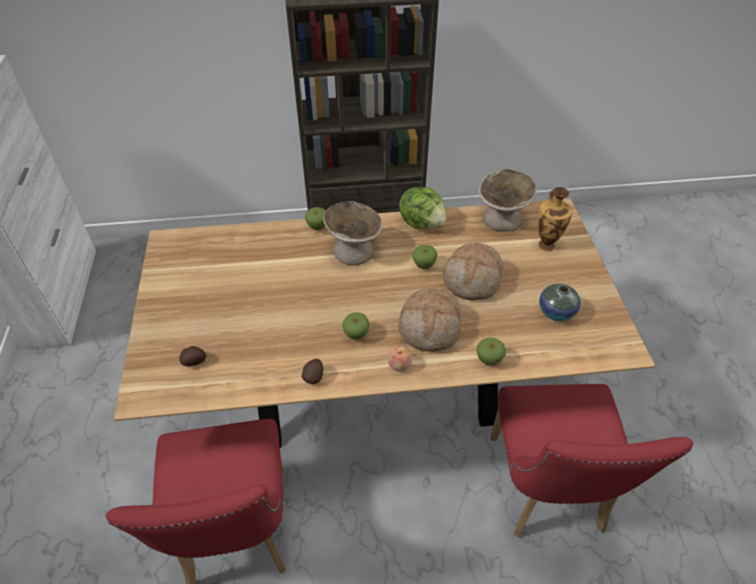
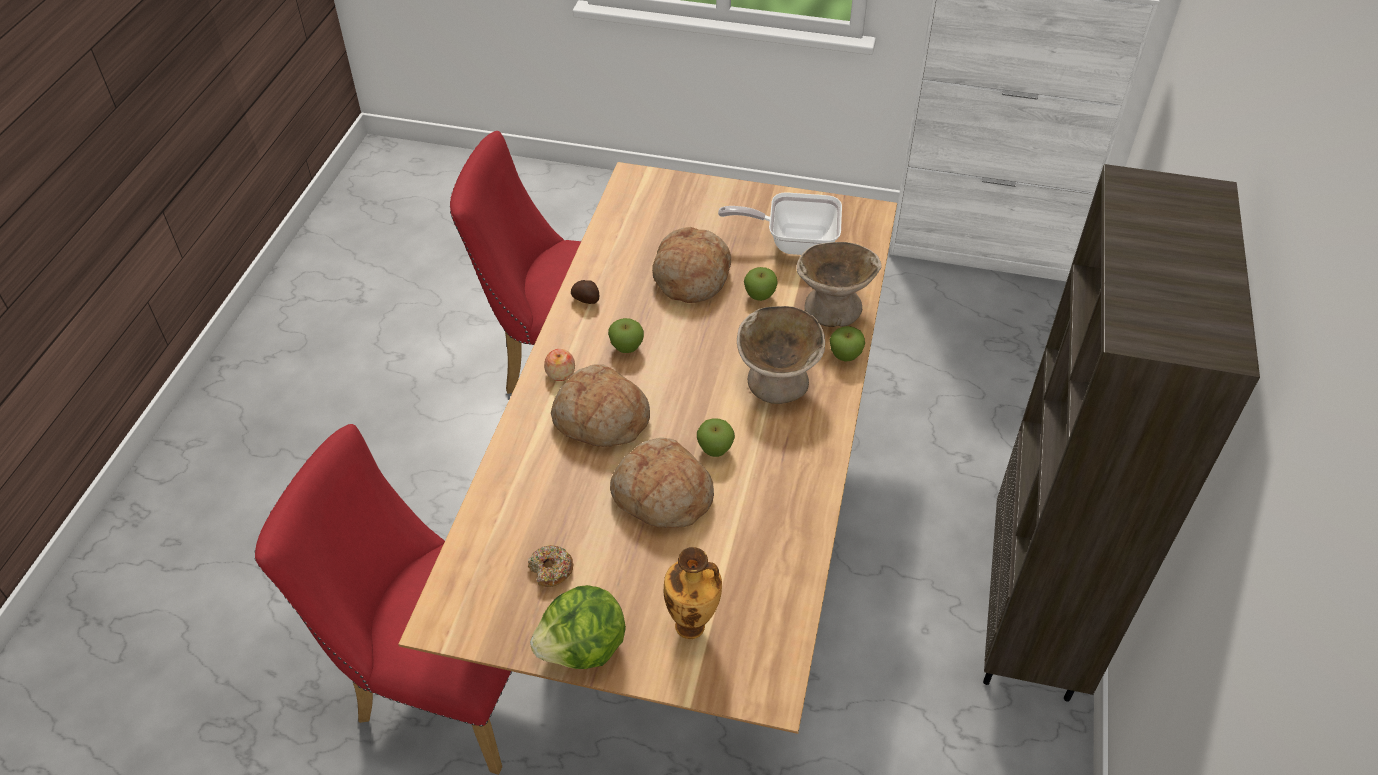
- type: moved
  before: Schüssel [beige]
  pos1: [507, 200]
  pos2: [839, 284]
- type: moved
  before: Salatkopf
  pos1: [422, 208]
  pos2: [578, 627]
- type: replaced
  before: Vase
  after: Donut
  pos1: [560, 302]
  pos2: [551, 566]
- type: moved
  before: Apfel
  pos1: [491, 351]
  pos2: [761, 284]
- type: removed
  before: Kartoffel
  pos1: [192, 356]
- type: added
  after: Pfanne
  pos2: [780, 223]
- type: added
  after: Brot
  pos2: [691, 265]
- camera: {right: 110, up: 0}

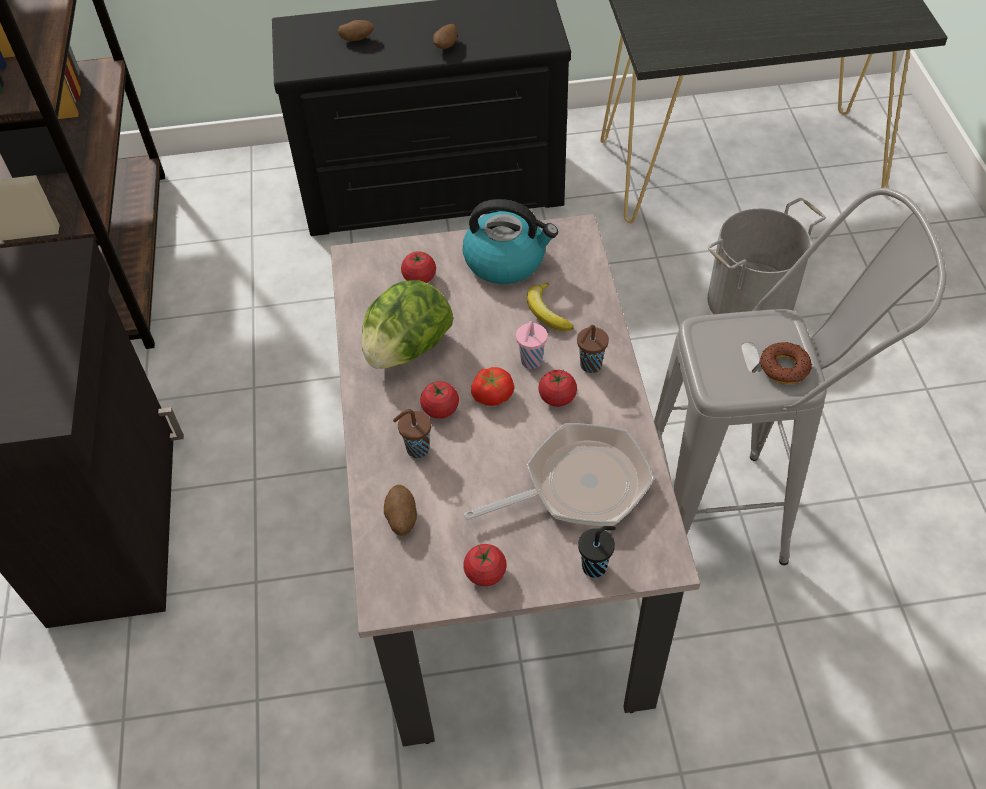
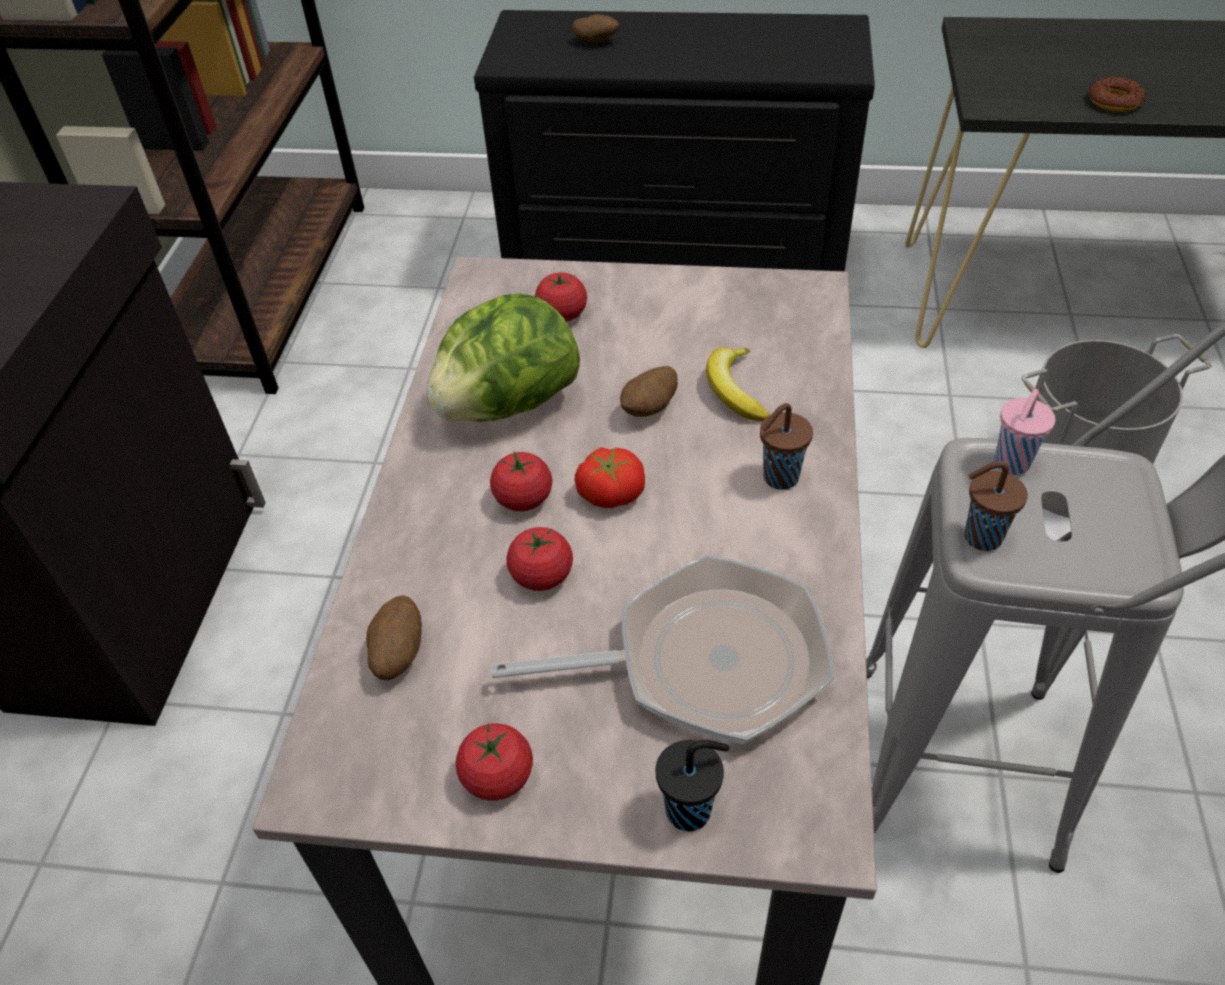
- type: moved
  before: Kartoffel
  pos1: [445, 36]
  pos2: [649, 391]
- type: removed
  before: Wasserkessel
  pos1: [510, 241]
- type: moved
  before: Tasse [rosa]
  pos1: [531, 345]
  pos2: [1024, 432]
- type: moved
  before: Donut
  pos1: [786, 363]
  pos2: [1117, 94]
- type: moved
  before: Tomate
  pos1: [558, 388]
  pos2: [540, 559]
- type: moved
  before: Tasse [braun]
  pos1: [412, 434]
  pos2: [996, 506]
- camera: {right: 15, up: -5}

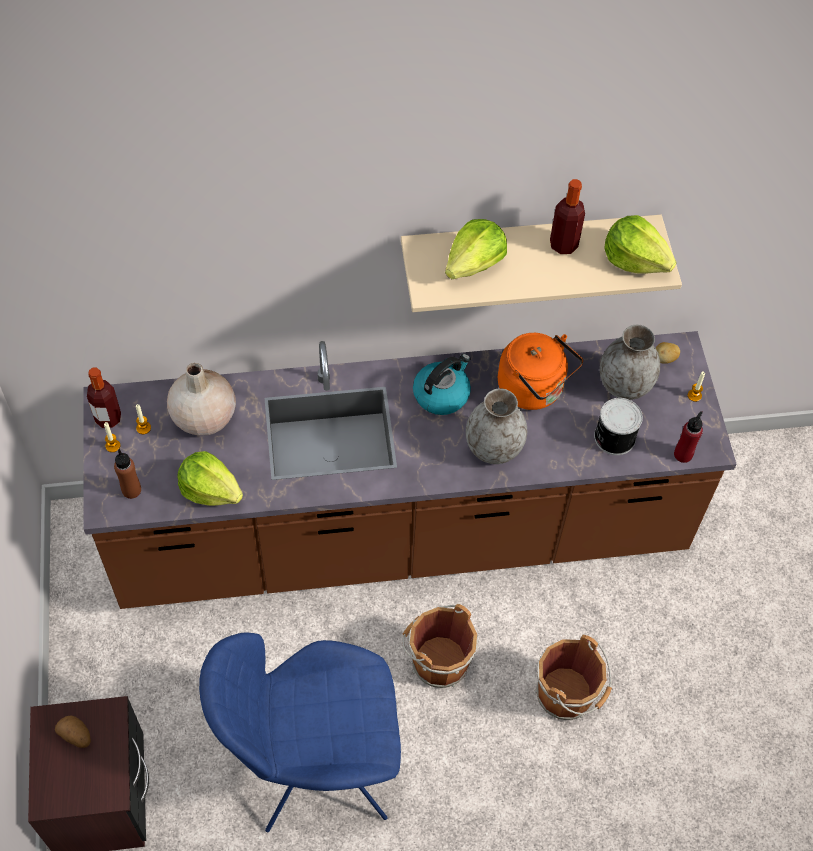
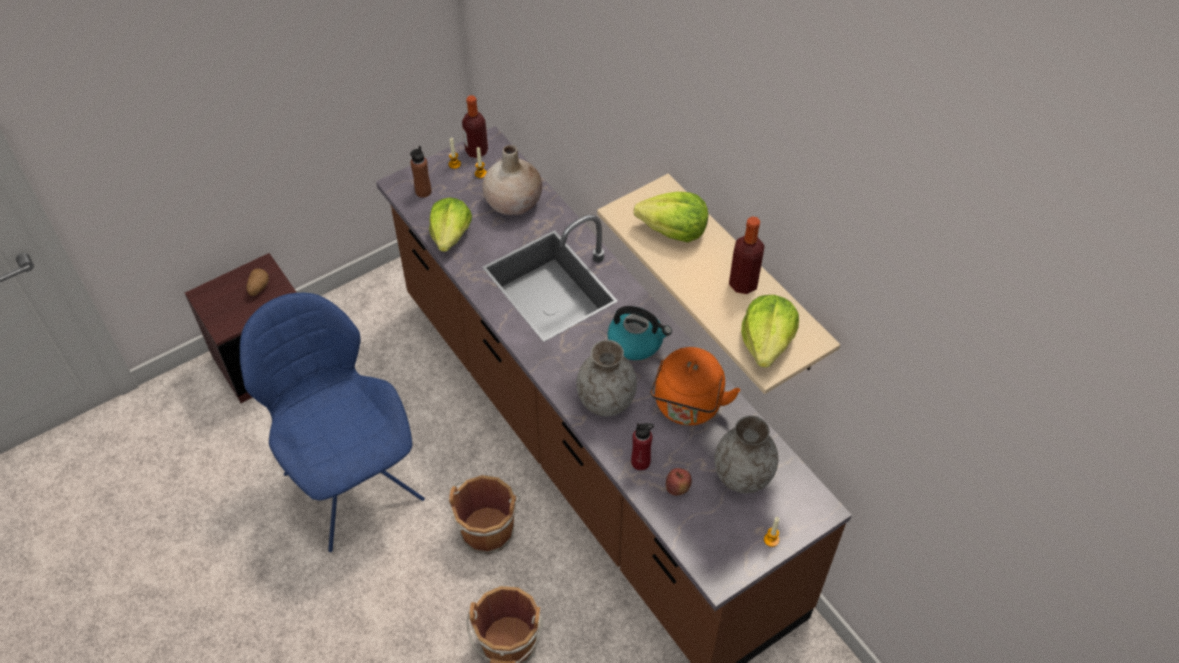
- type: removed
  before: Kartoffel
  pos1: [668, 353]
- type: replaced
  before: Dose
  after: Apfel
  pos1: [618, 426]
  pos2: [679, 482]
- type: moved
  before: Flasche [rot]
  pos1: [688, 437]
  pos2: [642, 447]
- camera: {right: 65, up: -5}

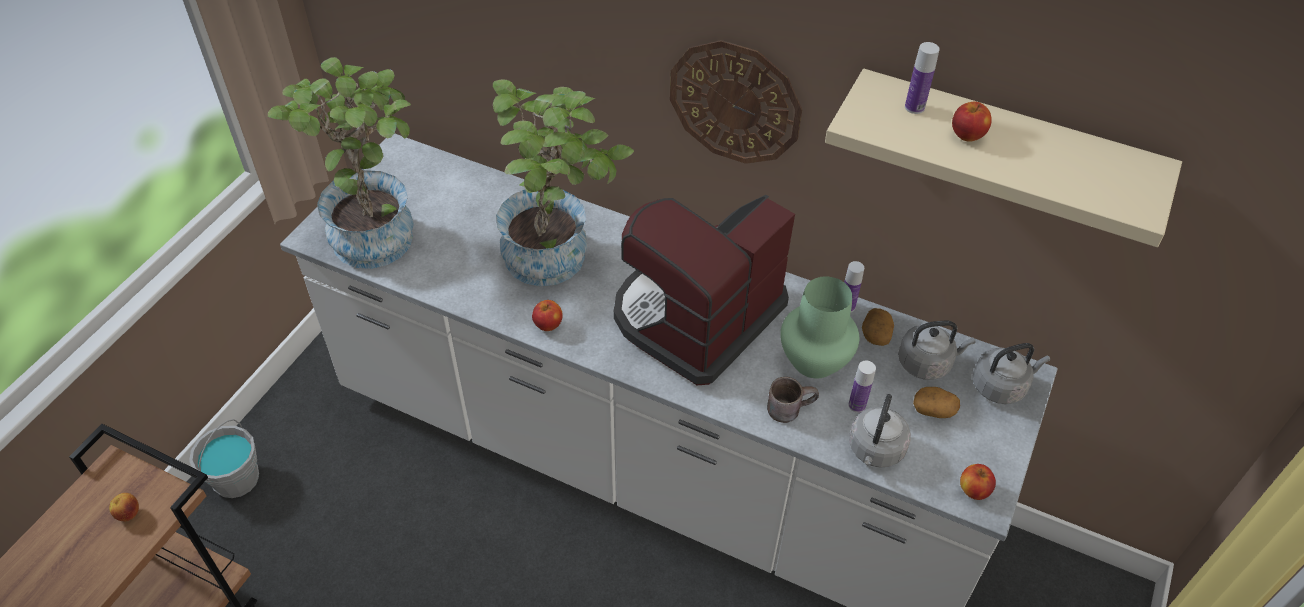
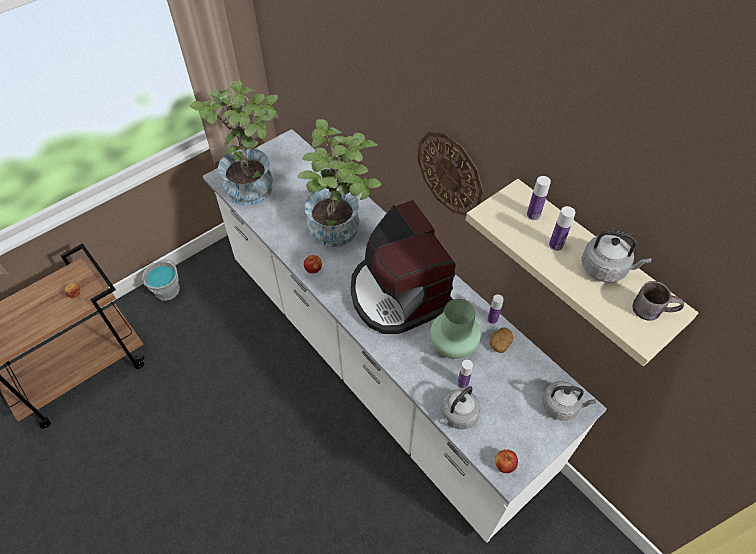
- type: replaced
  before: Apfel
  after: Flasche
  pos1: [972, 122]
  pos2: [562, 228]
- type: turned
  before: Kaffeemaschine
  pos1: [704, 290]
  pos2: [403, 267]
  turn: -90
- type: moved
  before: Wasserkessel [grau]
  pos1: [937, 350]
  pos2: [617, 256]
- type: moved
  before: Henkelbecher [braun]
  pos1: [793, 400]
  pos2: [658, 300]
- type: removed
  before: Kartoffel
  pos1: [936, 402]
- camera: {right: 25, up: 5}

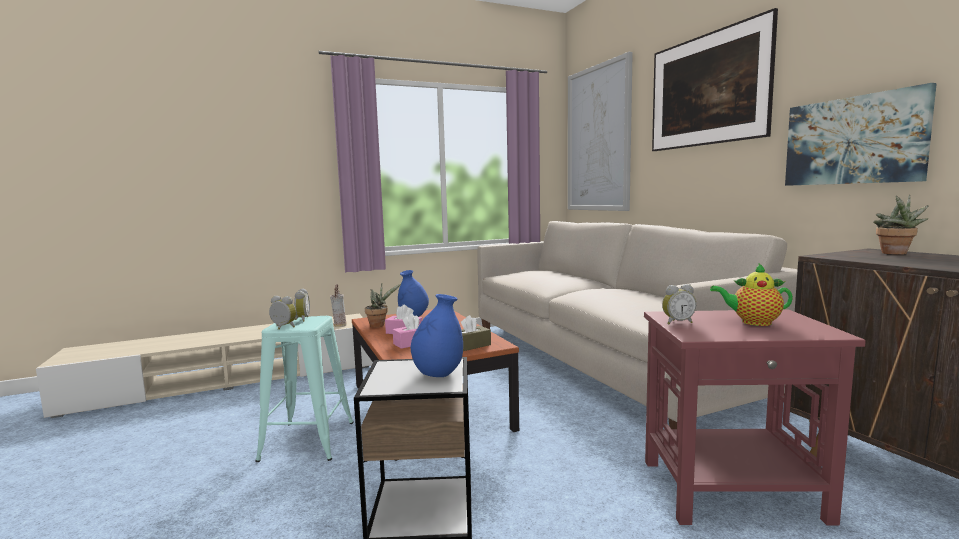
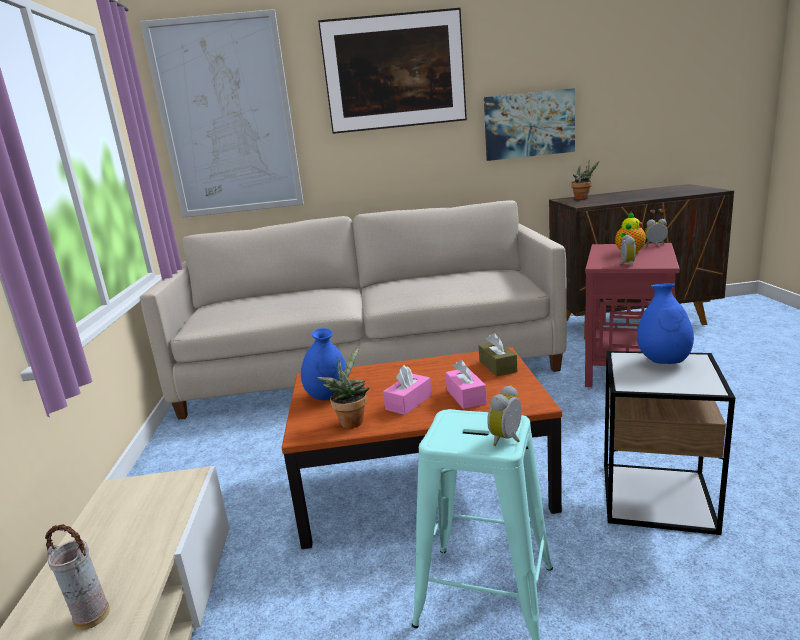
- type: moved
  before: Vase
  pos1: [338, 305]
  pos2: [77, 577]
- type: moved
  before: Wecker
  pos1: [302, 305]
  pos2: [656, 232]
- camera: {right: -70, up: 10}

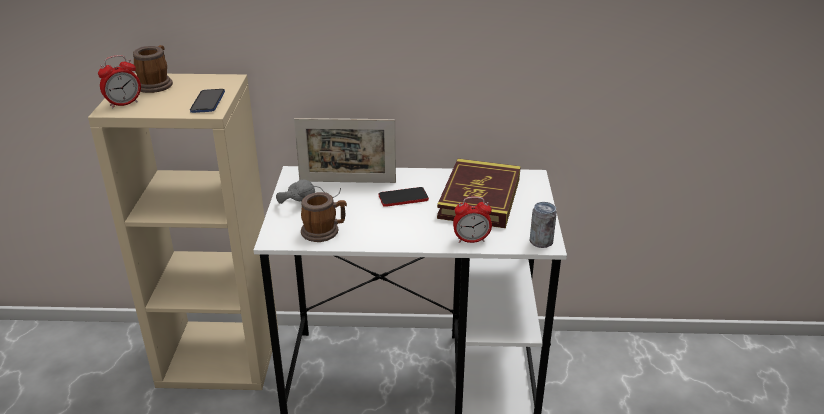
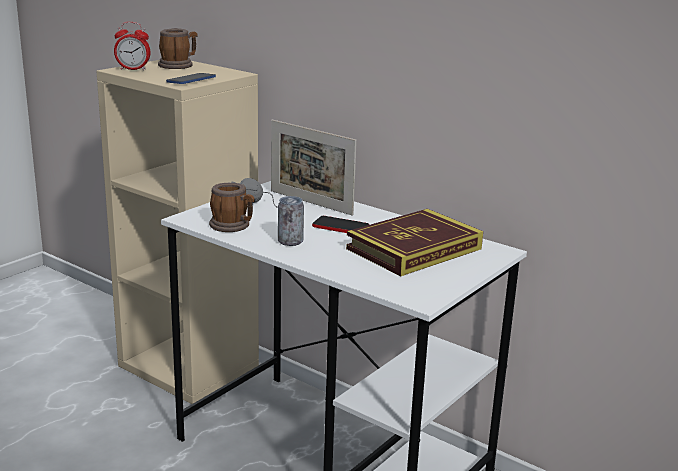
- type: removed
  before: Wecker
  pos1: [472, 219]
- type: moved
  before: Dose
  pos1: [543, 225]
  pos2: [291, 221]
- camera: {right: 35, up: -10}

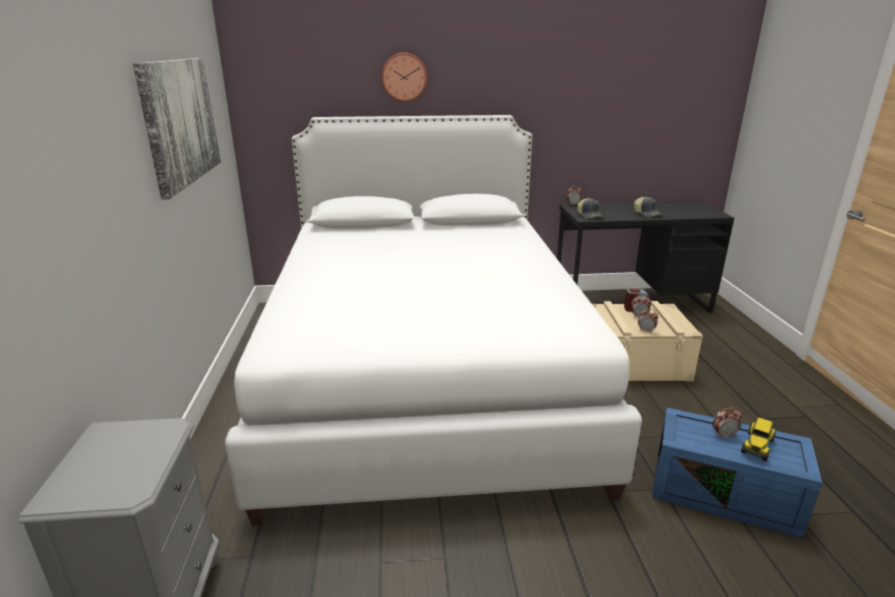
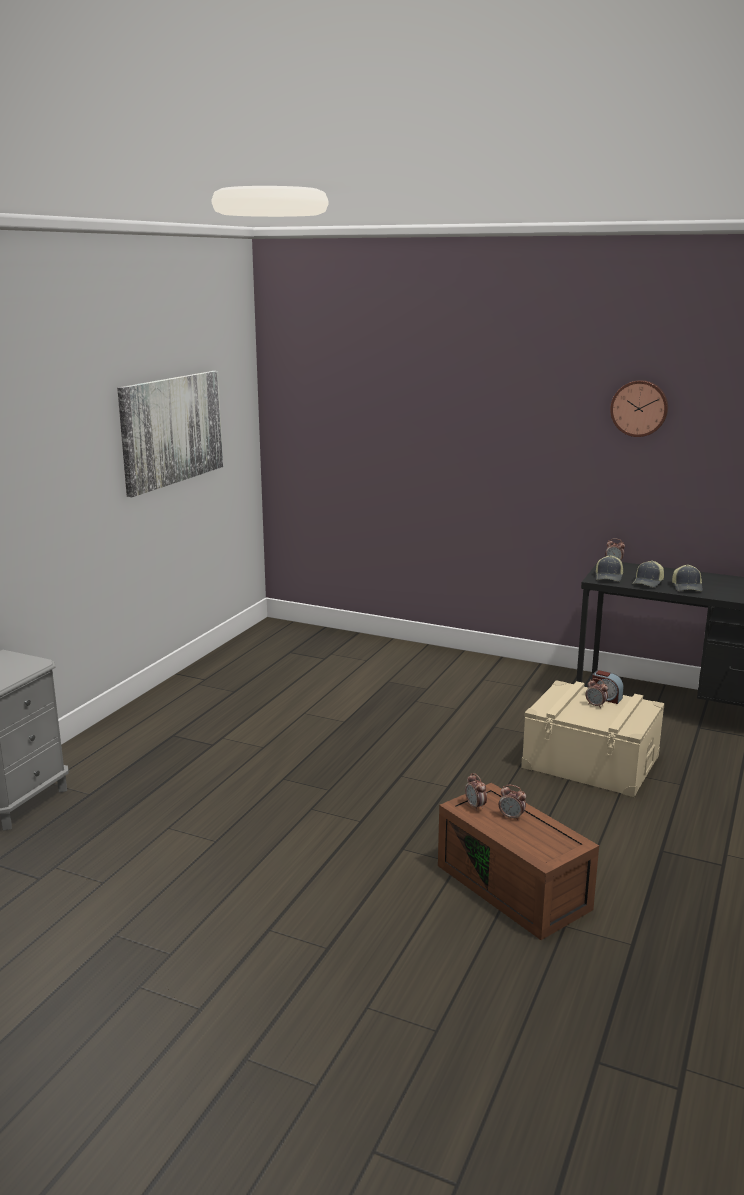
- type: moved
  before: Wanduhr
  pos1: [404, 77]
  pos2: [639, 408]
- type: removed
  before: Bett [weiß]
  pos1: [433, 320]
- type: moved
  before: Wecker
  pos1: [648, 320]
  pos2: [476, 792]
- type: recoloured
  before: Aufbewahrungsbox [blau]
  after: Aufbewahrungsbox [braun]
  pos1: [737, 473]
  pos2: [518, 861]
- type: removed
  before: Spielzeuglaster
  pos1: [758, 439]
- type: added
  after: Kappe
  pos2: [648, 574]
- camera: {right: 30, up: -5}

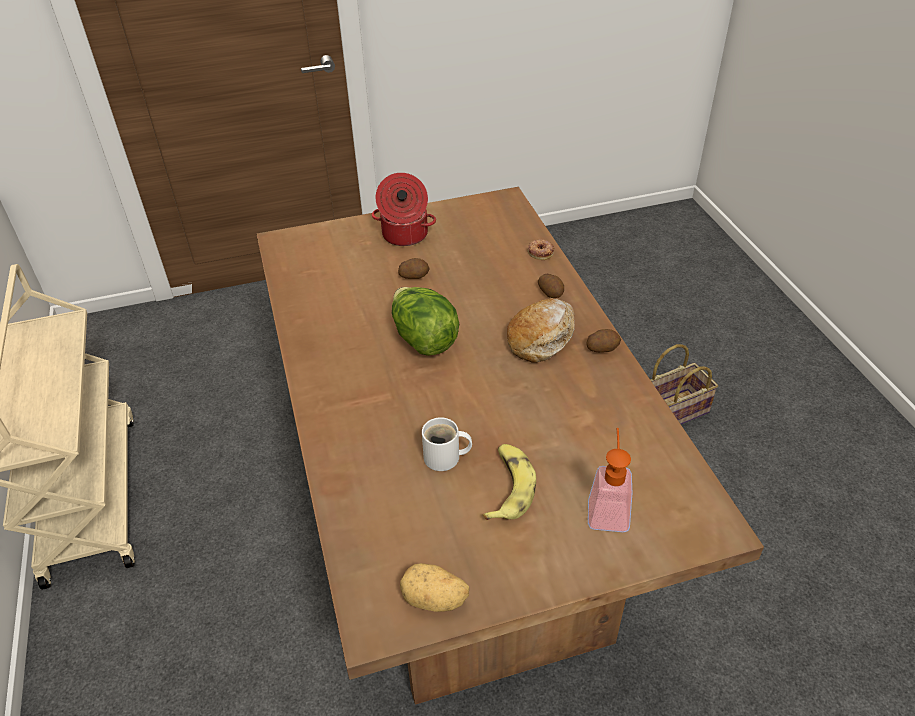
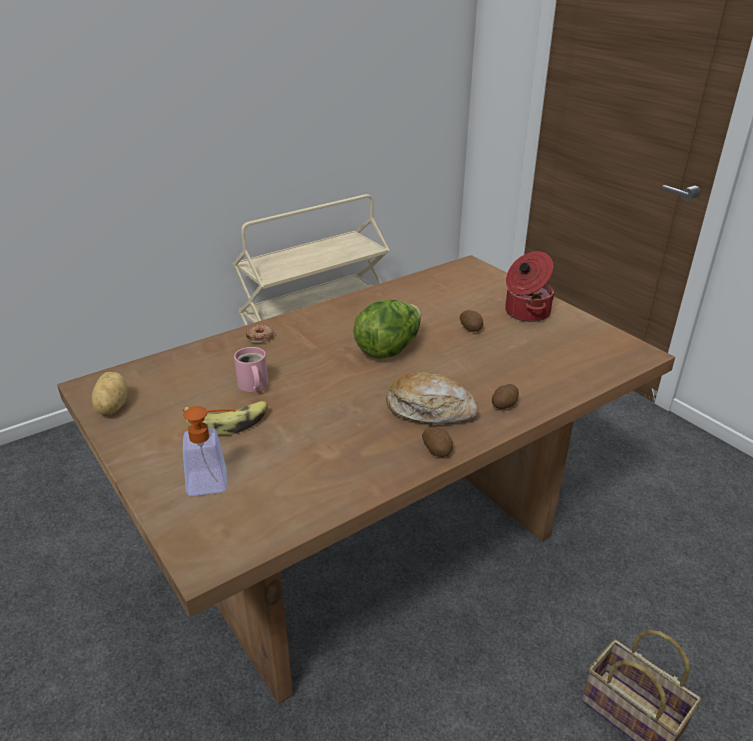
- type: moved
  before: Donut
  pos1: [541, 249]
  pos2: [260, 334]
- type: recoloured
  before: Henkelbecher [weiß]
  after: Henkelbecher [rosa]
  pos1: [447, 444]
  pos2: [251, 369]
- camera: {right: 70, up: -10}

